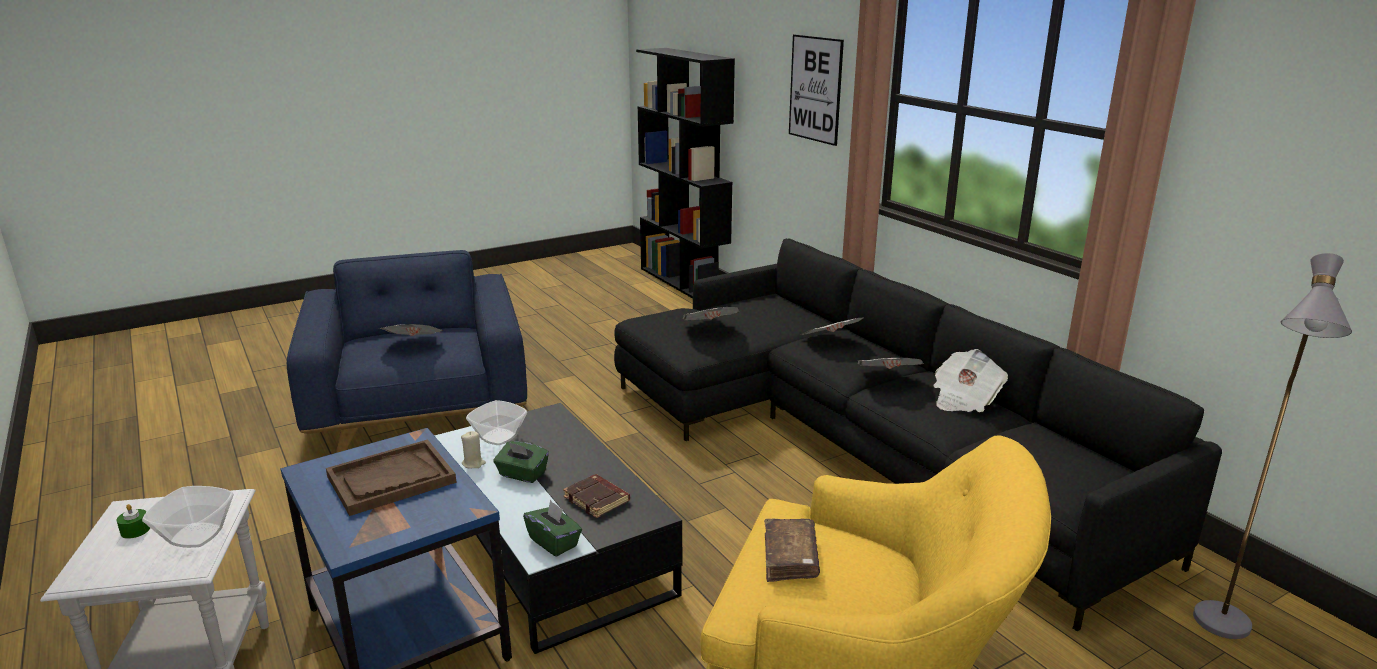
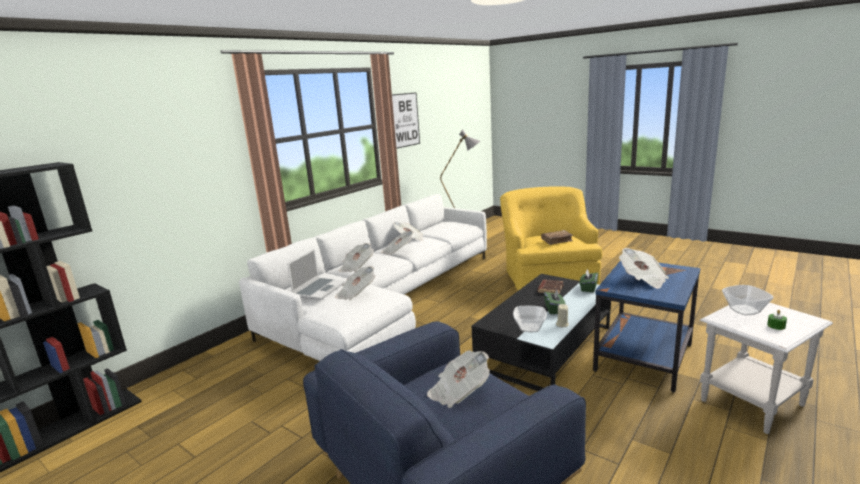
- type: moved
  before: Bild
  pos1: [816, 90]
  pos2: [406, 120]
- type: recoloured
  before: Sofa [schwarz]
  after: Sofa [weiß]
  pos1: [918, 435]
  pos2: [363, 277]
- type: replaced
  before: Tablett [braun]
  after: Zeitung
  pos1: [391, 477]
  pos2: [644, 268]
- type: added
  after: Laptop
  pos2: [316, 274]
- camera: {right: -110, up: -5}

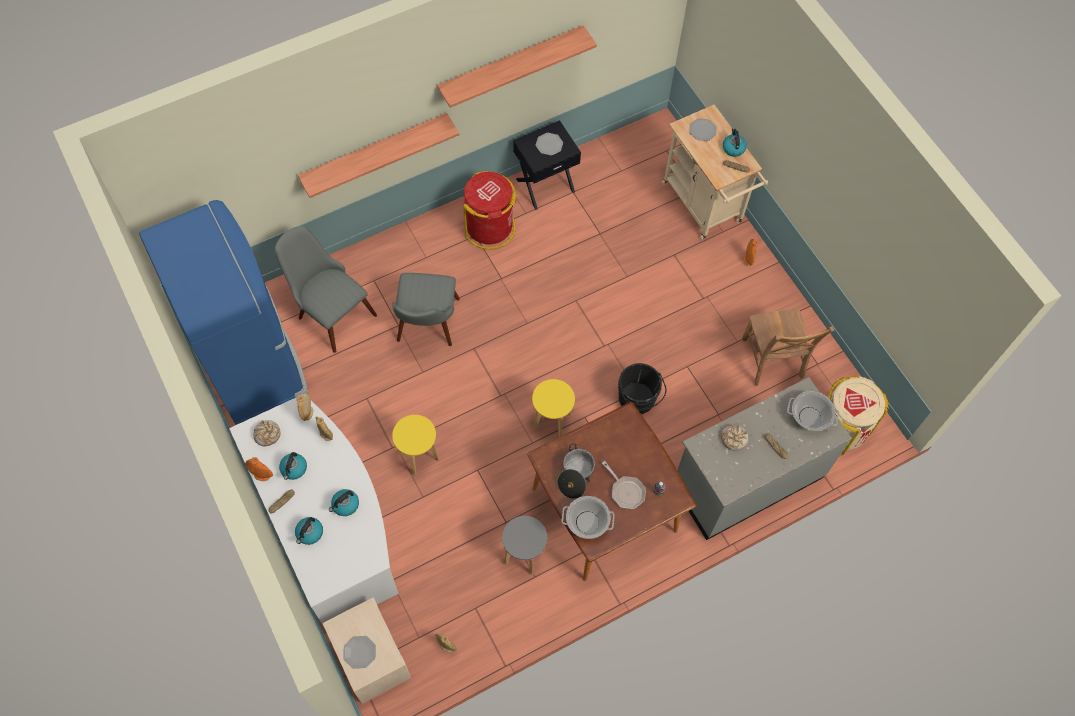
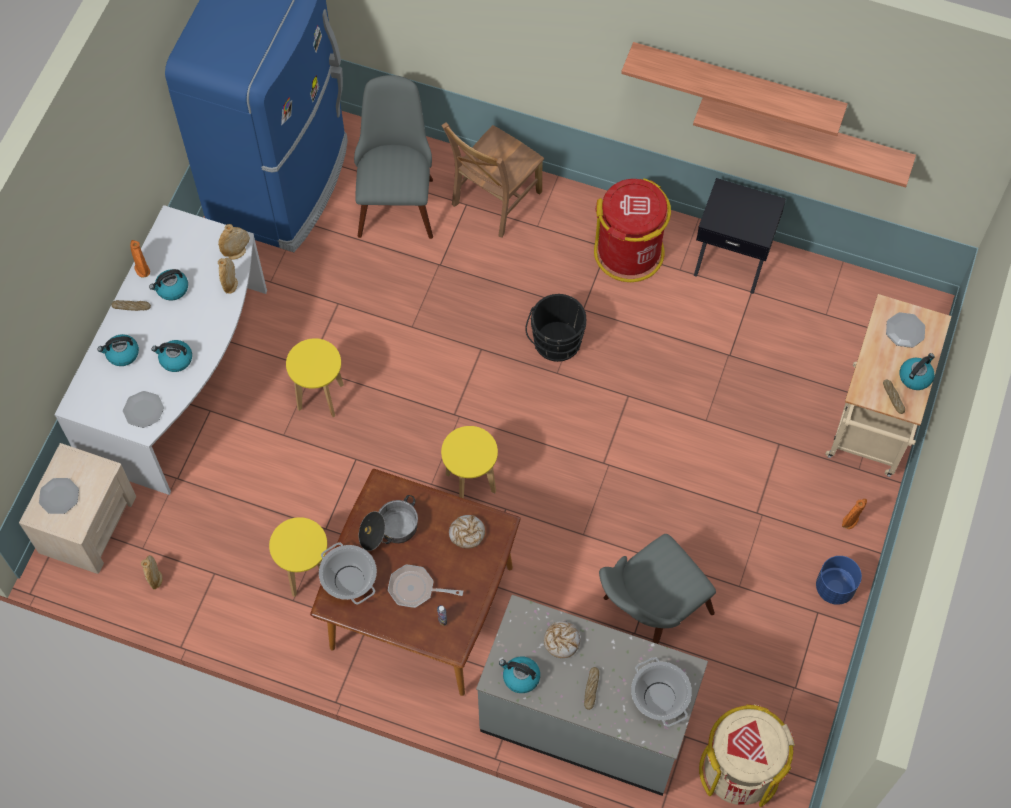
- type: moved
  before: Wandregal
  pos1: [378, 155]
  pos2: [804, 143]
- type: moved
  before: Teller
  pos1: [549, 144]
  pos2: [143, 409]
- type: moved
  before: Stuhl [grau]
  pos1: [426, 309]
  pos2: [657, 589]
- type: moved
  before: Stuhl [braun]
  pos1: [788, 347]
  pos2: [492, 180]
- type: moved
  before: Eimer [schwarz]
  pos1: [642, 388]
  pos2: [556, 328]
- type: moved
  before: Brot
  pos1: [267, 433]
  pos2: [467, 532]
- type: turned
  before: Pfanne
  pos1: [624, 485]
  pos2: [425, 586]
  turn: 90
- type: recoloured
  before: Hocker [grau]
  after: Hocker [gelb]
  pos1: [524, 545]
  pos2: [298, 557]
- type: added
  after: Pflanzkübel [blau]
  pos2: [839, 580]
- type: added
  after: Wasserkessel
  pos2: [519, 675]
- camera: {right: 50, up: 0}

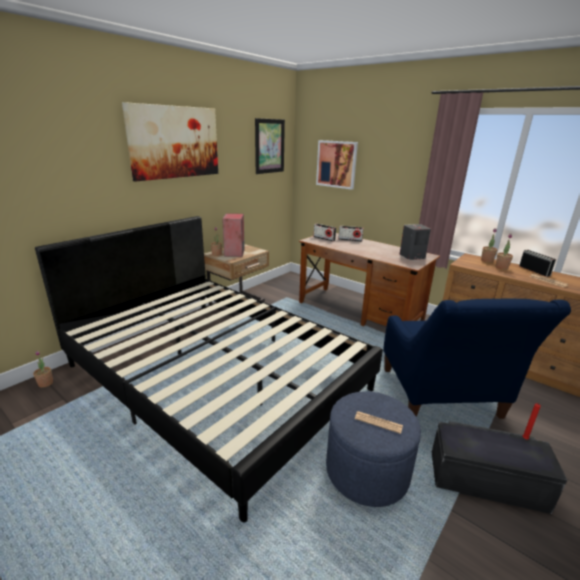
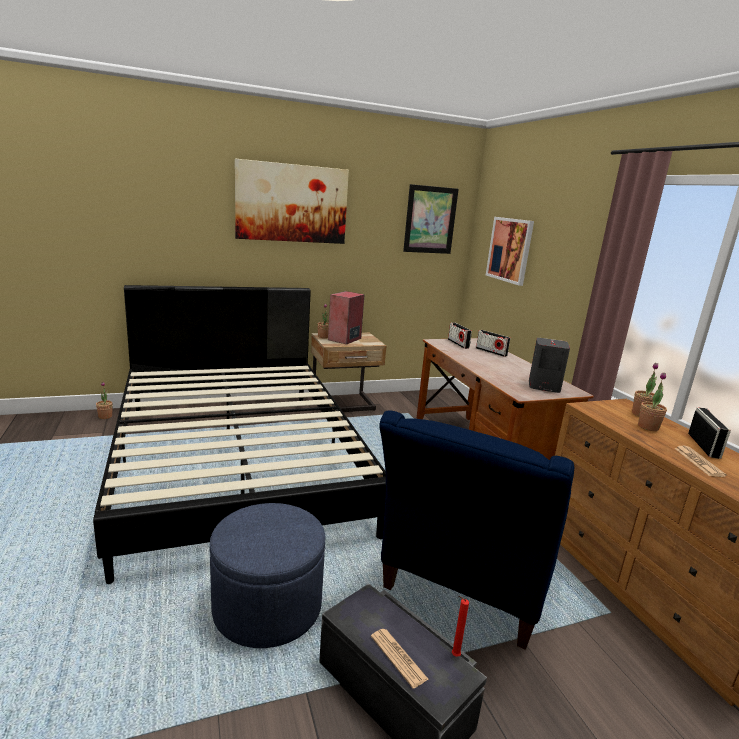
- type: moved
  before: Zeitung
  pos1: [379, 422]
  pos2: [399, 659]
- camera: {right: 30, up: -5}

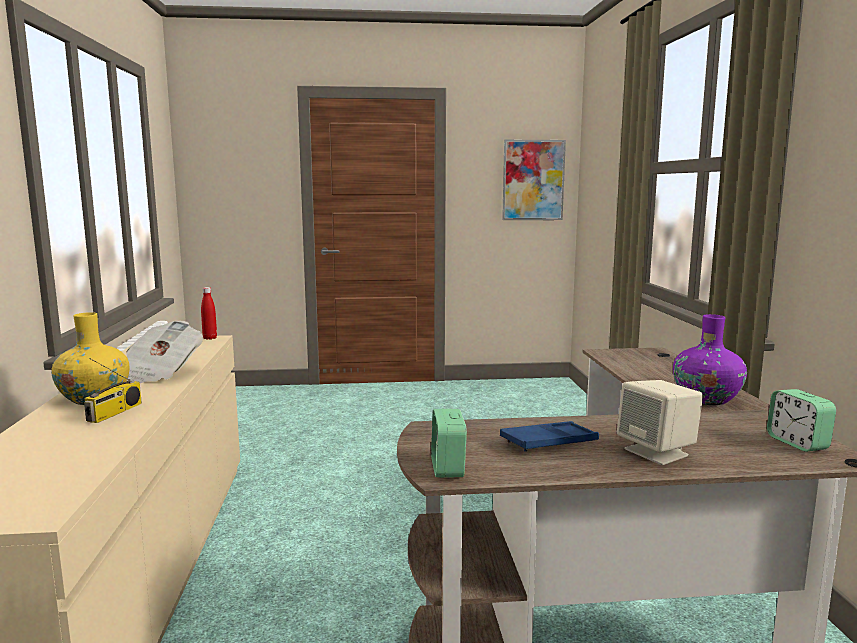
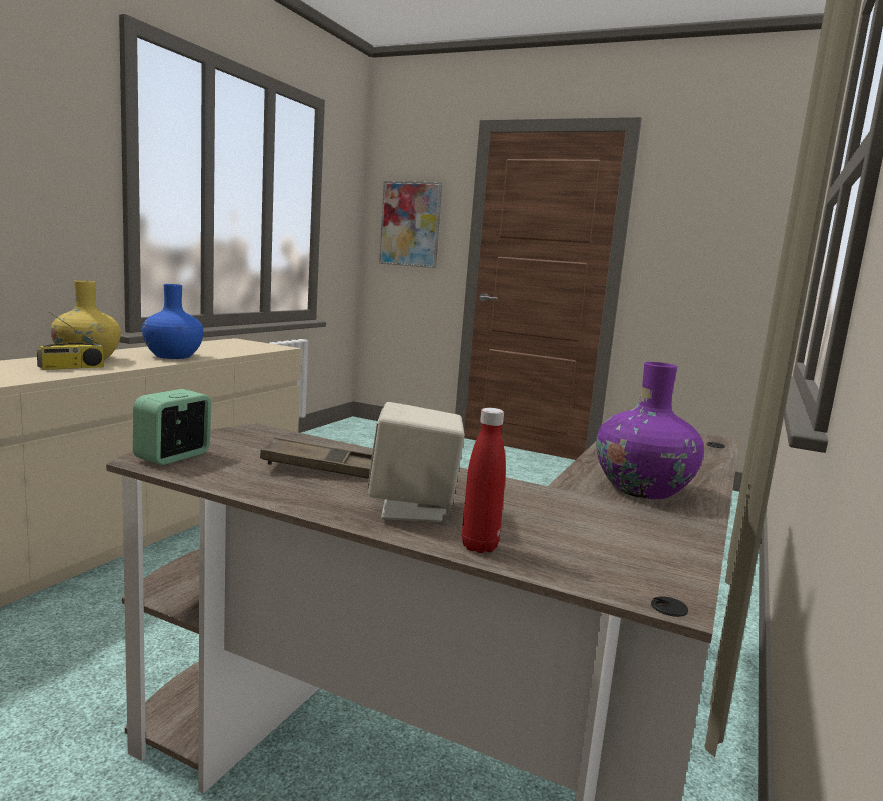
- type: moved
  before: Bild
  pos1: [534, 180]
  pos2: [410, 224]
- type: moved
  before: Flasche [rot]
  pos1: [209, 313]
  pos2: [484, 480]
- type: replaced
  before: Zeitung
  after: Vase [blau]
  pos1: [164, 351]
  pos2: [173, 321]
- type: removed
  before: Wecker
  pos1: [801, 420]
- type: recoloured
  before: Tablett [blau]
  after: Tablett [braun]
  pos1: [549, 436]
  pos2: [316, 458]
- camera: {right: 30, up: 0}

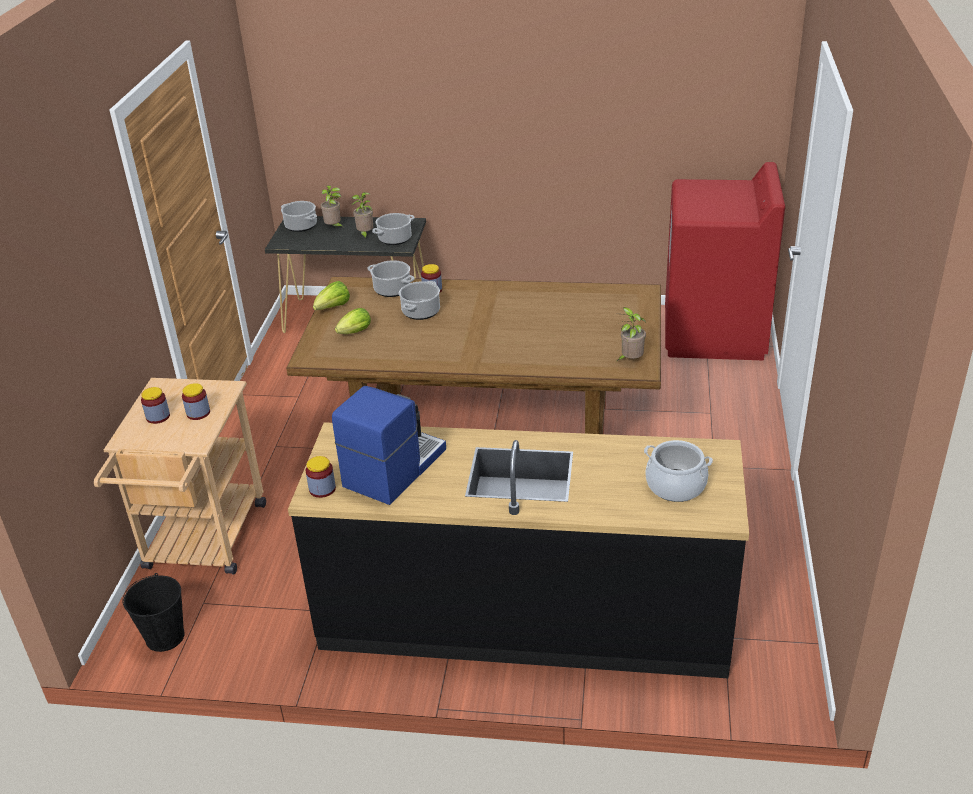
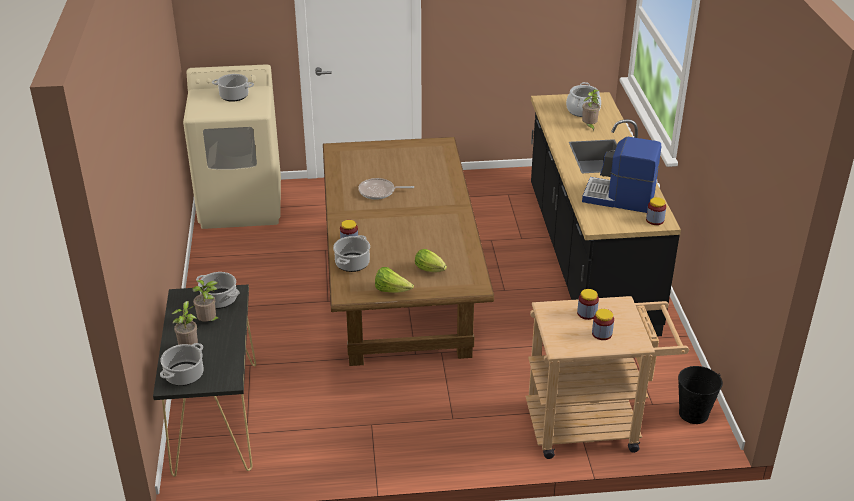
- type: recoloured
  before: Waschmaschine [rot]
  after: Waschmaschine [beige]
  pos1: [725, 261]
  pos2: [232, 146]
- type: moved
  before: Kochtopf
  pos1: [419, 300]
  pos2: [233, 88]
- type: moved
  before: Topfpflanze
  pos1: [631, 334]
  pos2: [591, 110]
- type: added
  after: Pfanne
  pos2: [386, 189]
- camera: {right: -105, up: 0}

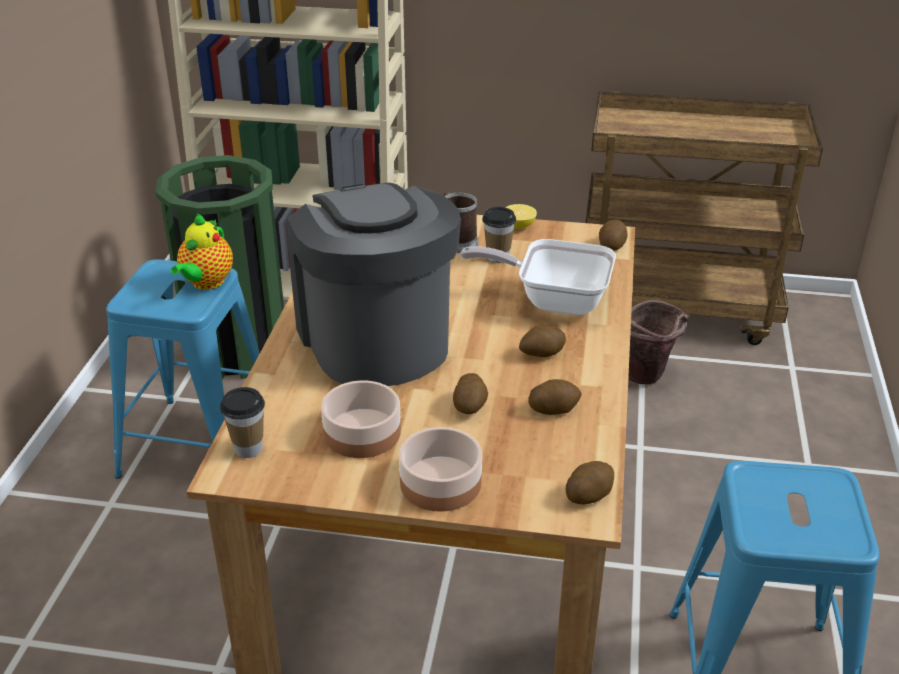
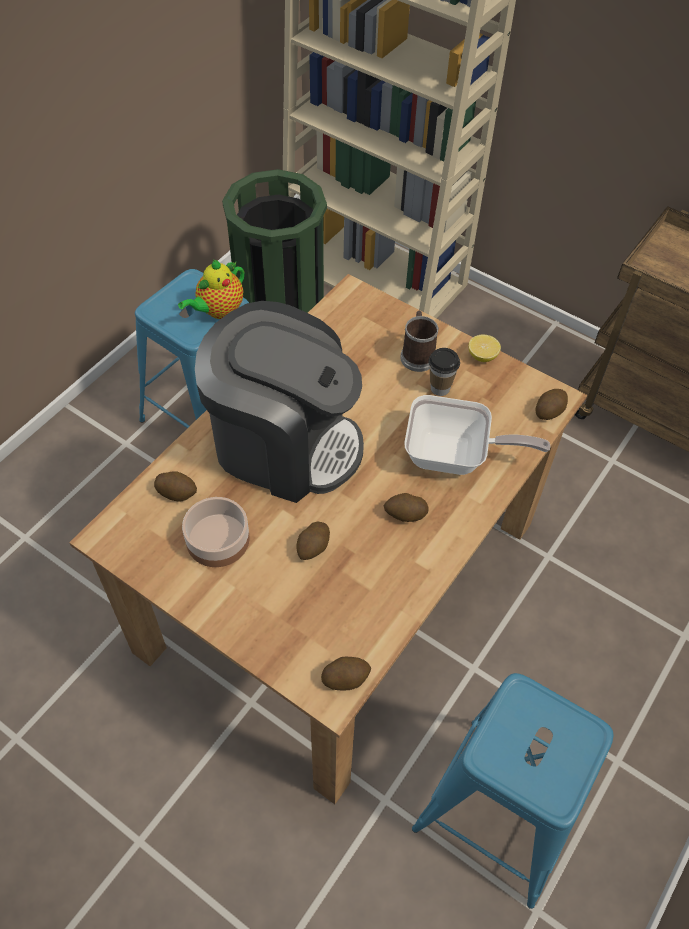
- type: turned
  before: Kaffeemaschine
  pos1: [373, 284]
  pos2: [279, 402]
  turn: 105
- type: turned
  before: Pfanne
  pos1: [538, 277]
  pos2: [477, 435]
  turn: 150
- type: removed
  before: Eimer [braun]
  pos1: [658, 342]
- type: moved
  before: Kartoffel
  pos1: [555, 397]
  pos2: [175, 486]
- type: removed
  before: Tasse
  pos1: [242, 422]
- type: removed
  before: Schüssel
  pos1: [440, 469]
- camera: {right: 25, up: 20}

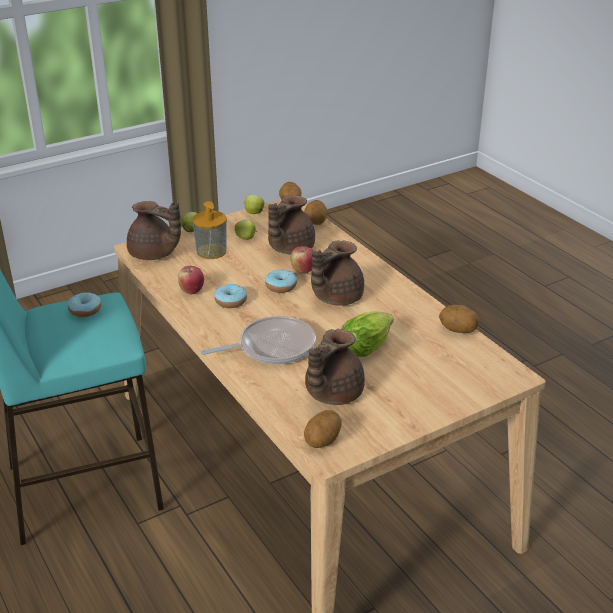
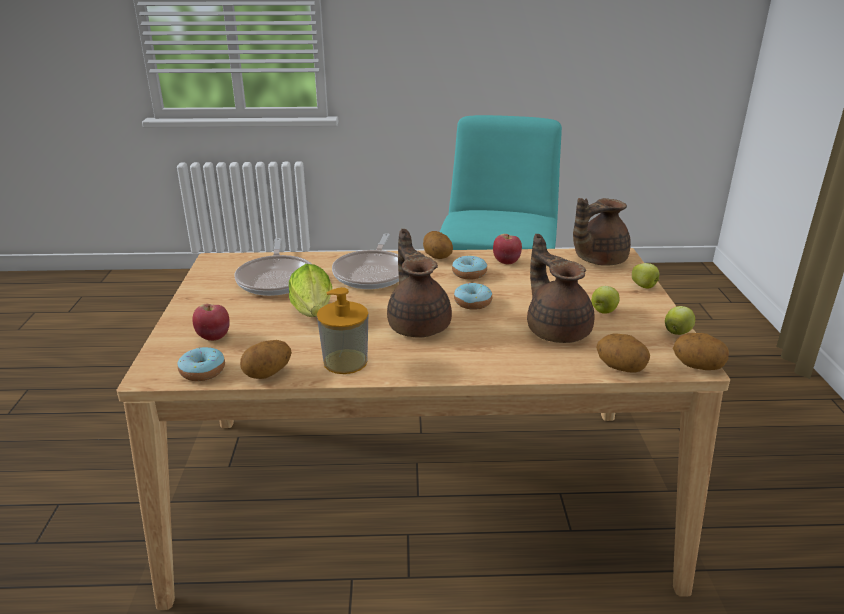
- type: moved
  before: Seifenspender
  pos1: [209, 230]
  pos2: [342, 330]
- type: moved
  before: Apfel
  pos1: [302, 260]
  pos2: [211, 322]
- type: moved
  before: Donut
  pos1: [84, 304]
  pos2: [201, 364]
- type: replaced
  before: Teekanne [braun]
  after: Pfanne
  pos1: [335, 367]
  pos2: [273, 267]
- type: moved
  before: Kartoffel
  pos1: [323, 429]
  pos2: [438, 245]
- camera: {right: 120, up: -5}

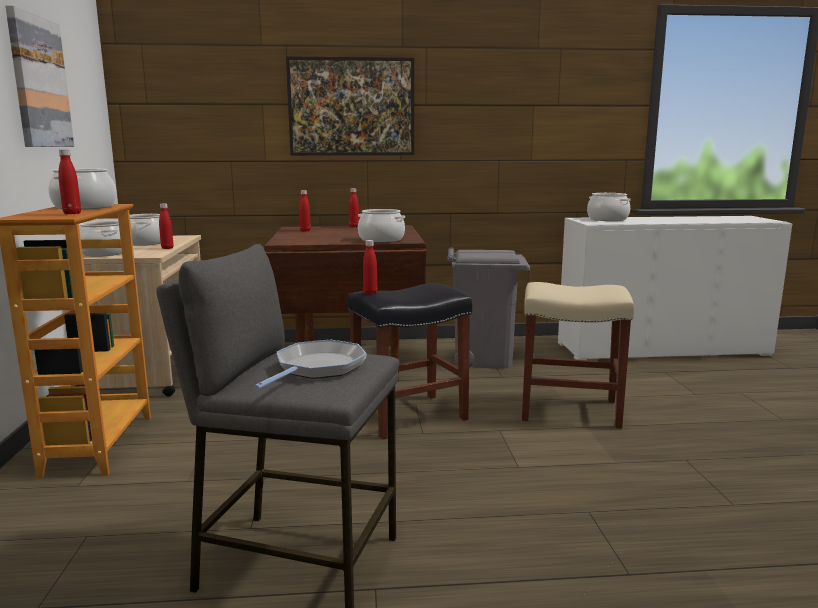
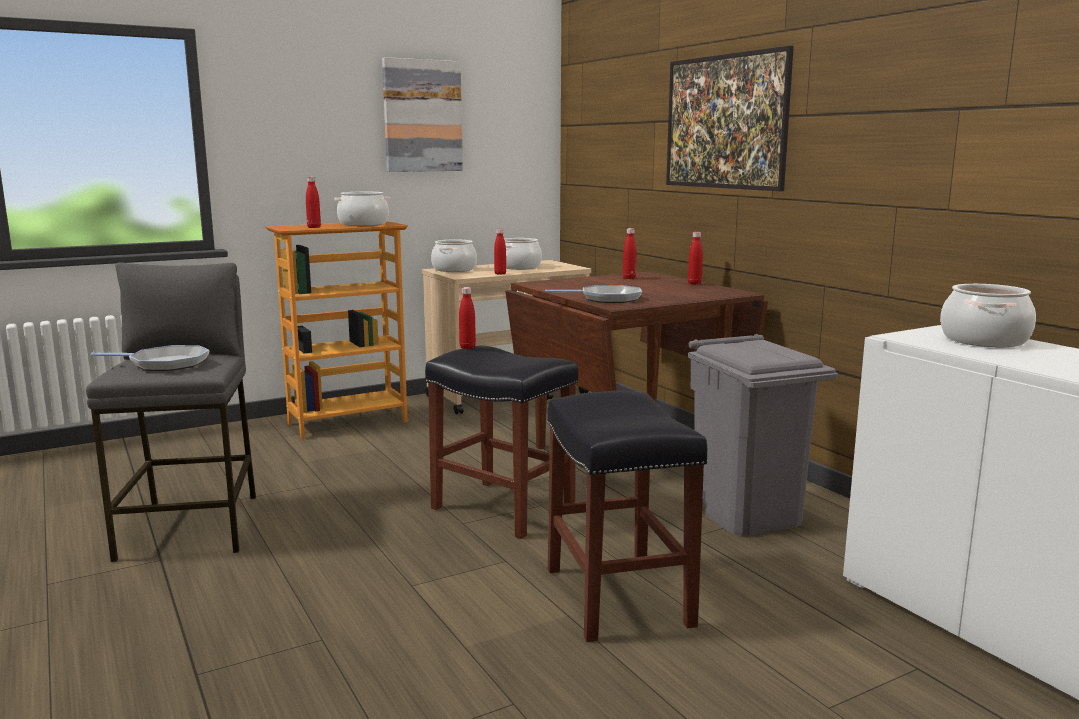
- type: replaced
  before: Kochtopf
  after: Pfanne
  pos1: [381, 225]
  pos2: [593, 294]
- type: recoloured
  before: Hocker [beige]
  after: Hocker [schwarz]
  pos1: [578, 355]
  pos2: [627, 516]
- camera: {right: 65, up: 0}

